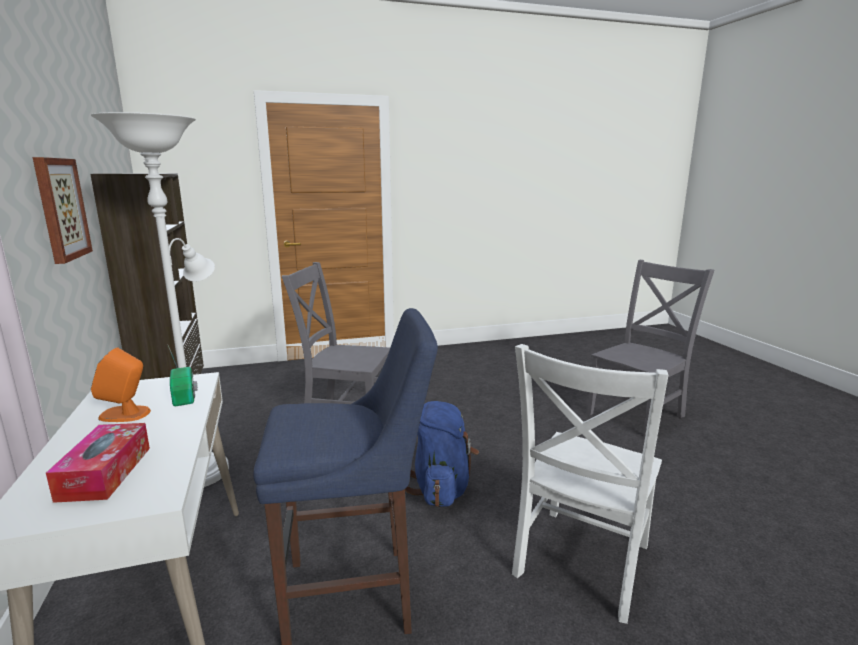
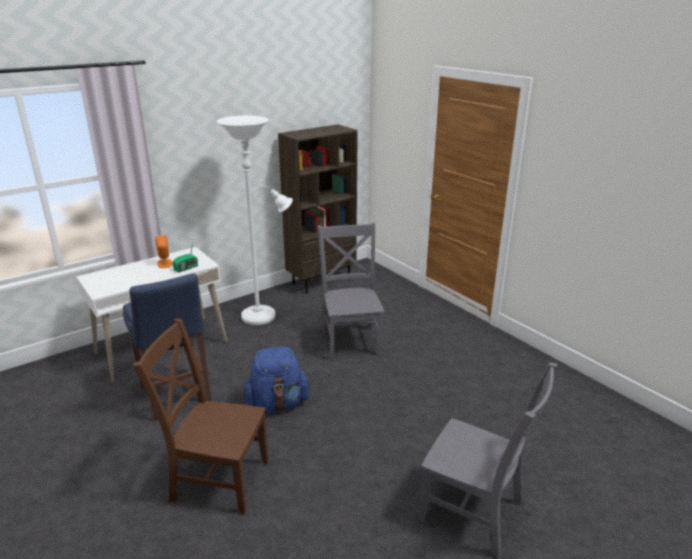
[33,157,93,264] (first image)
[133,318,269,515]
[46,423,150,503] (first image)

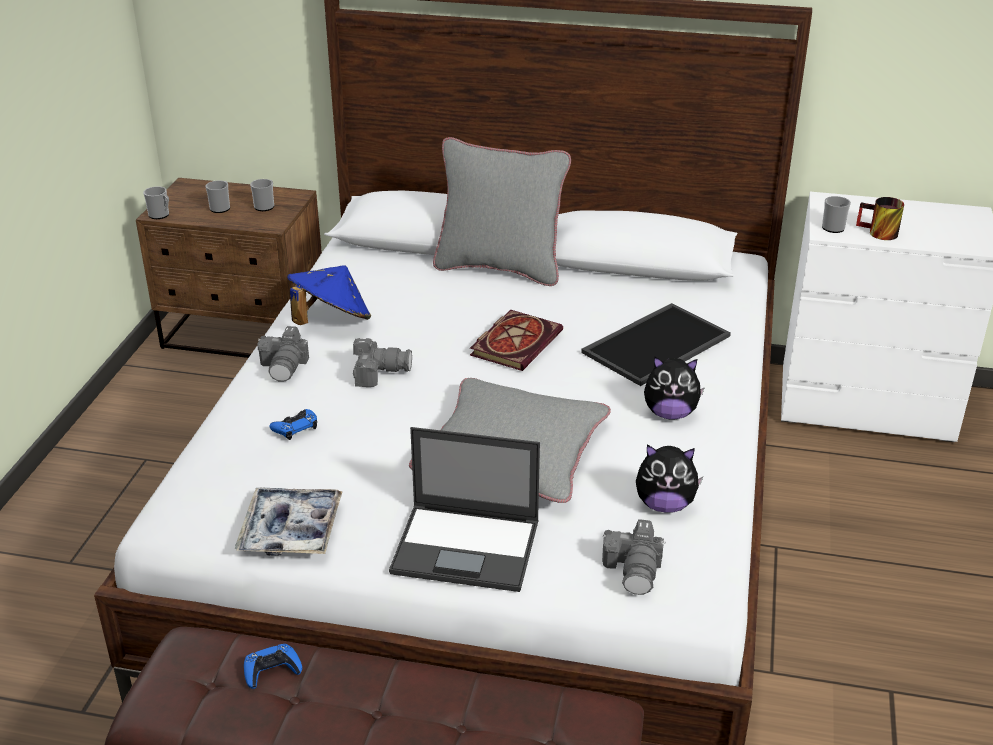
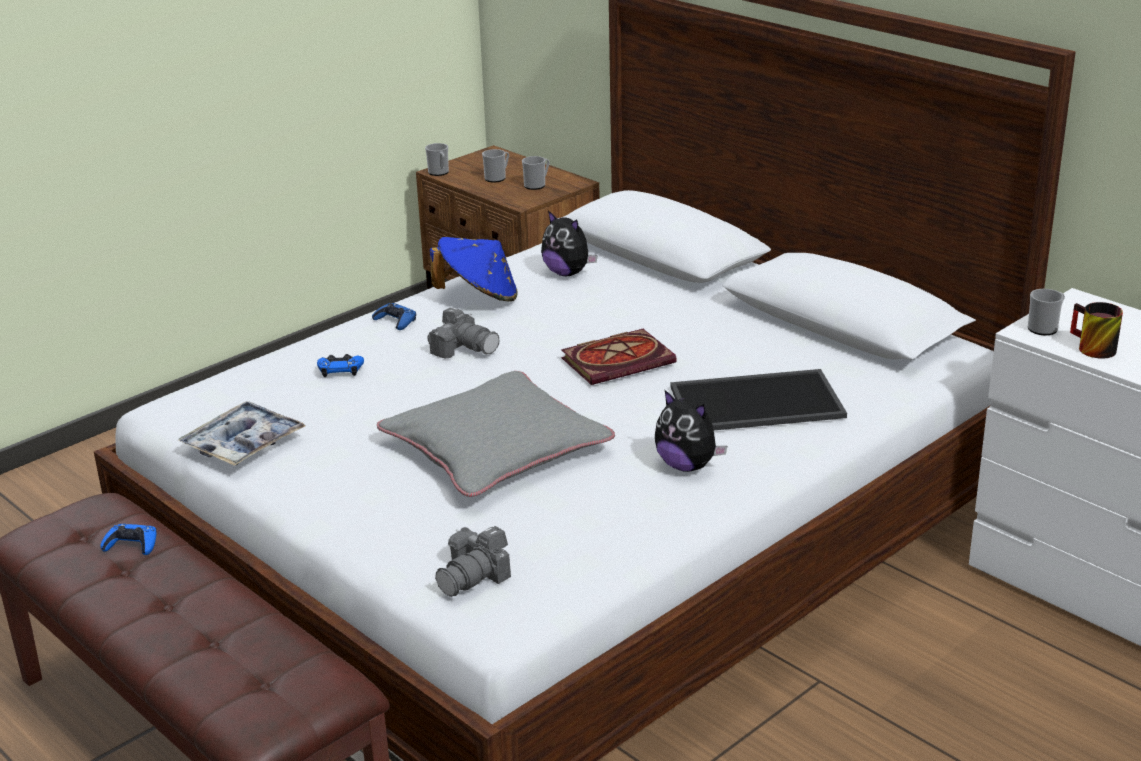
[433,137,571,286] (first image)
[372,303,416,330]
[389,427,540,592] (first image)
[541,210,597,276]

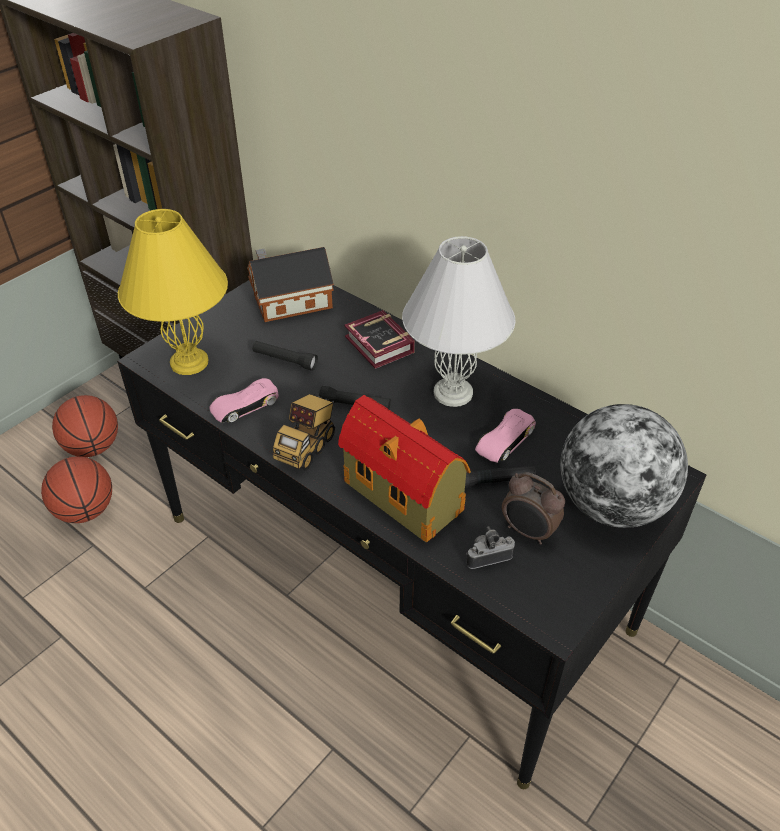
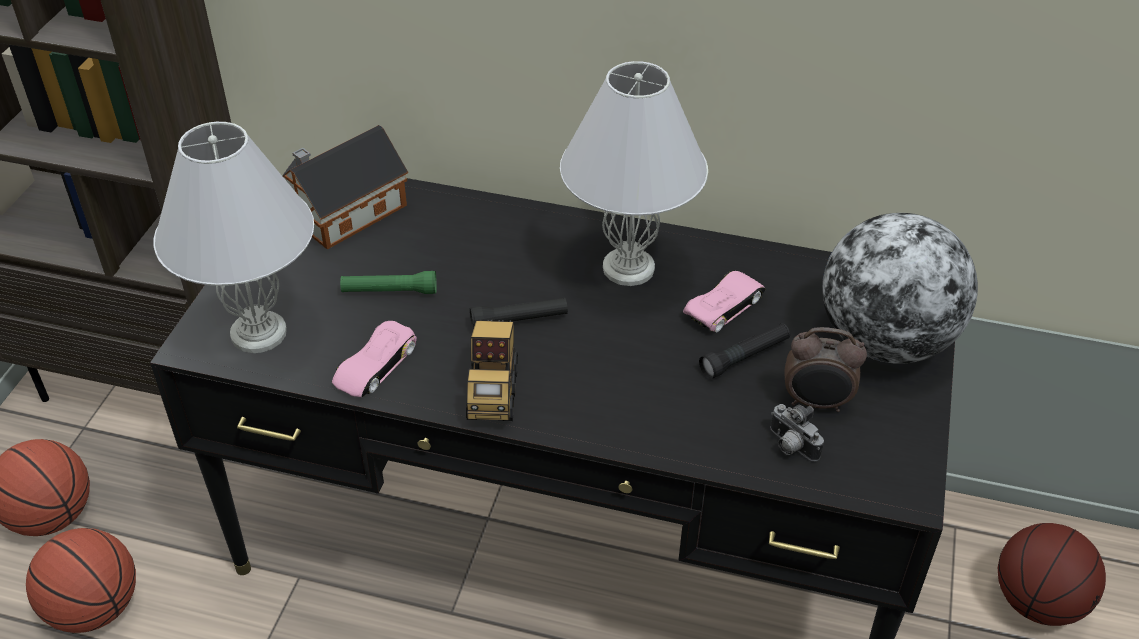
[153,122,314,353]
[344,310,415,369] (first image)
[340,271,437,294]
[338,395,471,543] (first image)
[683,271,766,332]
[770,404,824,461]
[998,523,1106,626]

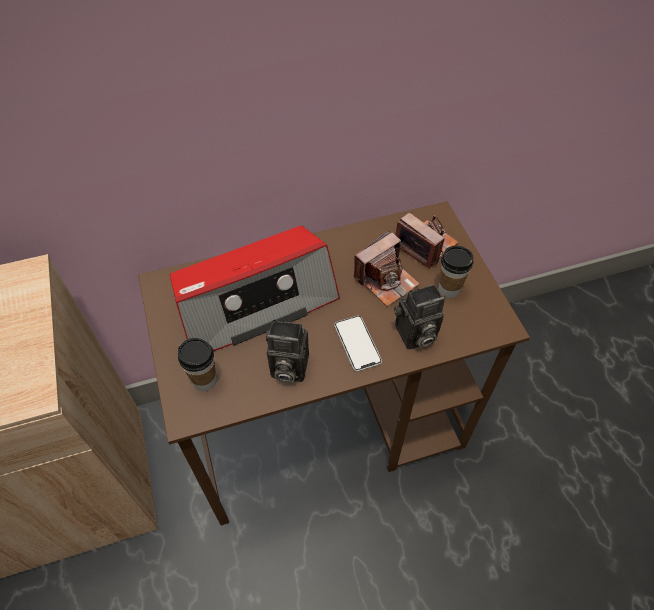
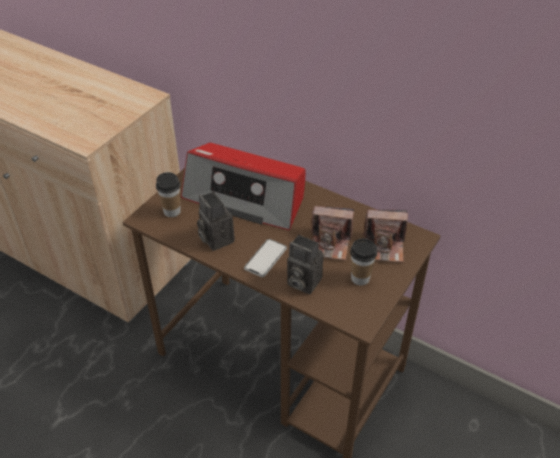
[363,209,408,263]

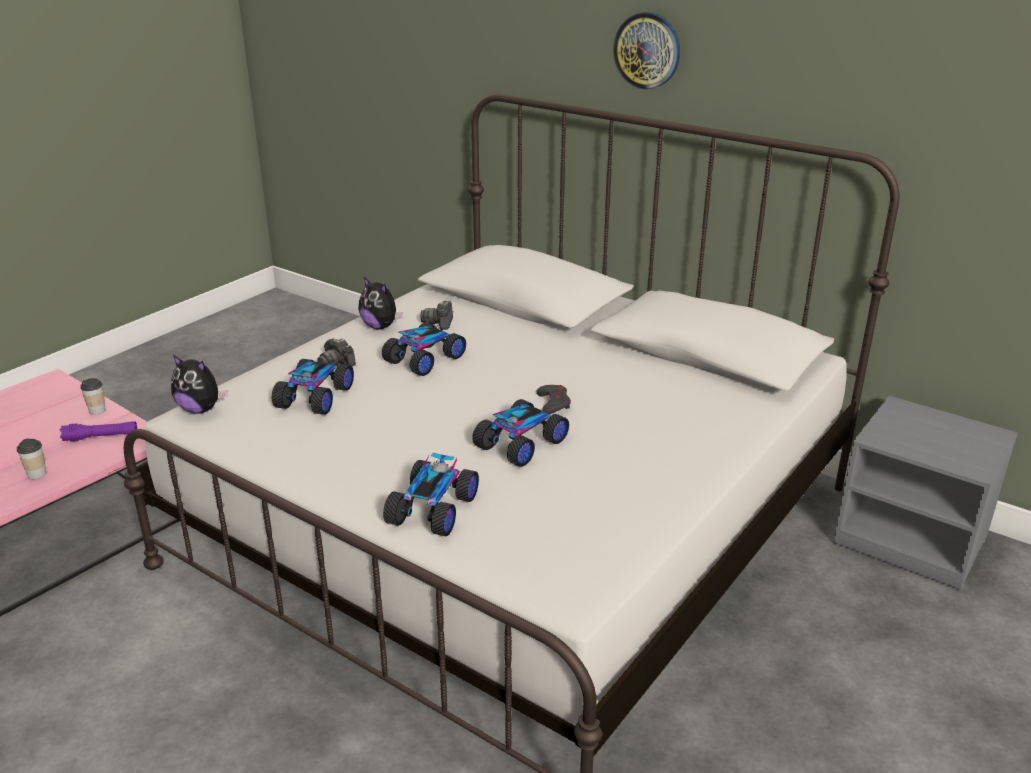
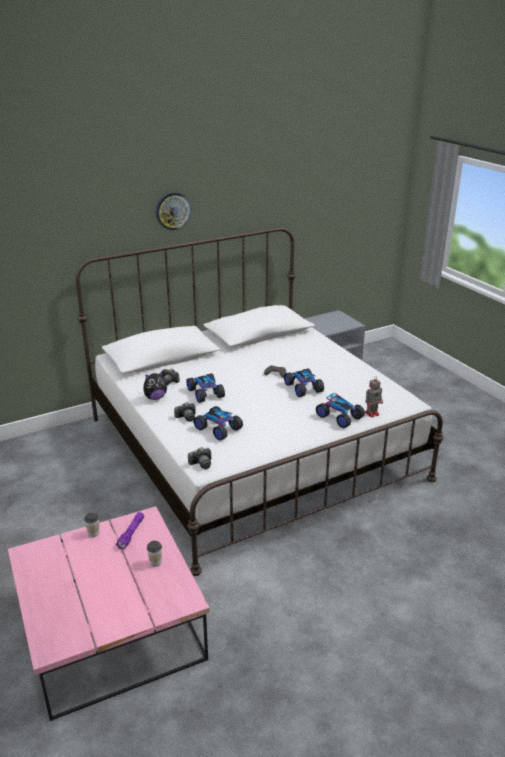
[188,447,211,469]
[365,376,383,418]

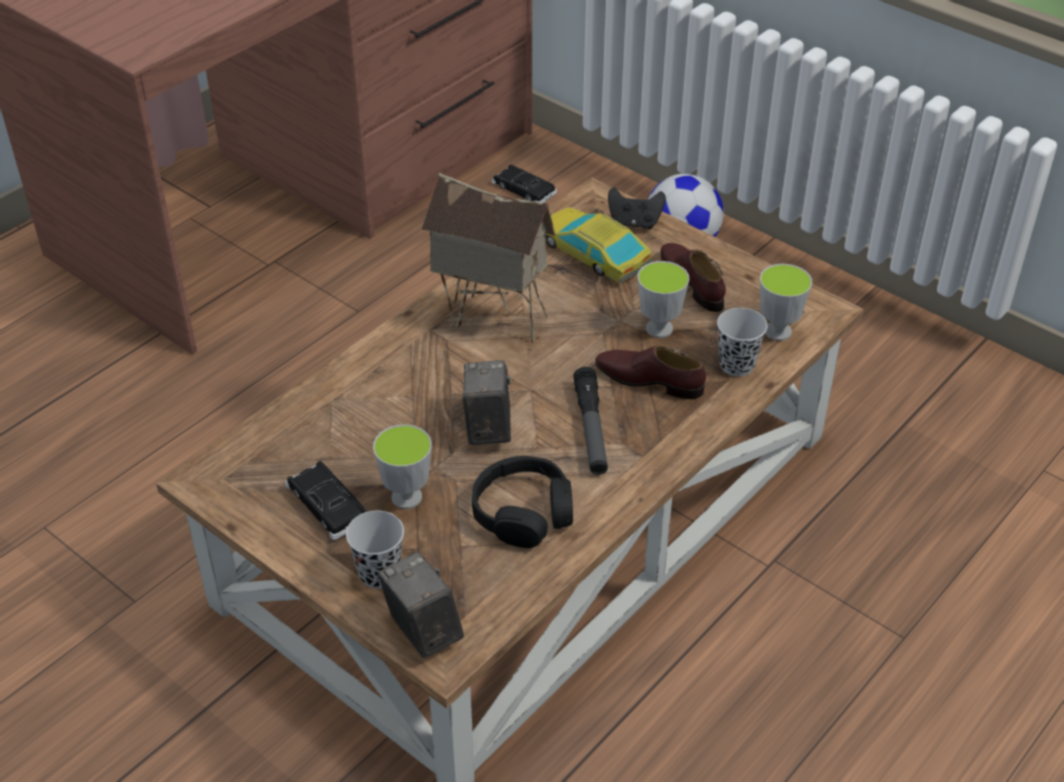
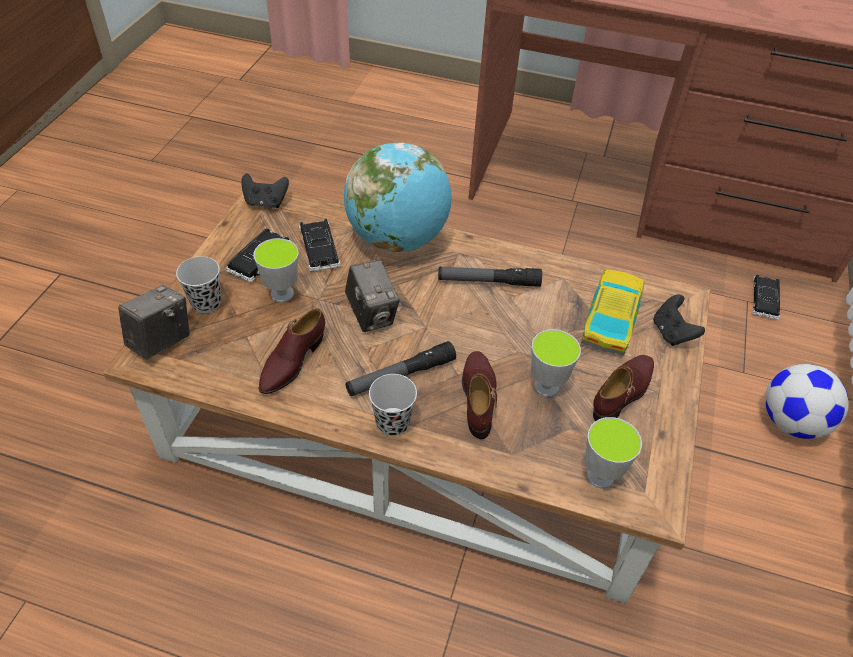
[438,267,542,287]
[369,374,417,436]
[345,259,400,332]
[258,308,325,394]
[344,143,452,252]
[241,173,289,208]
[299,219,341,271]

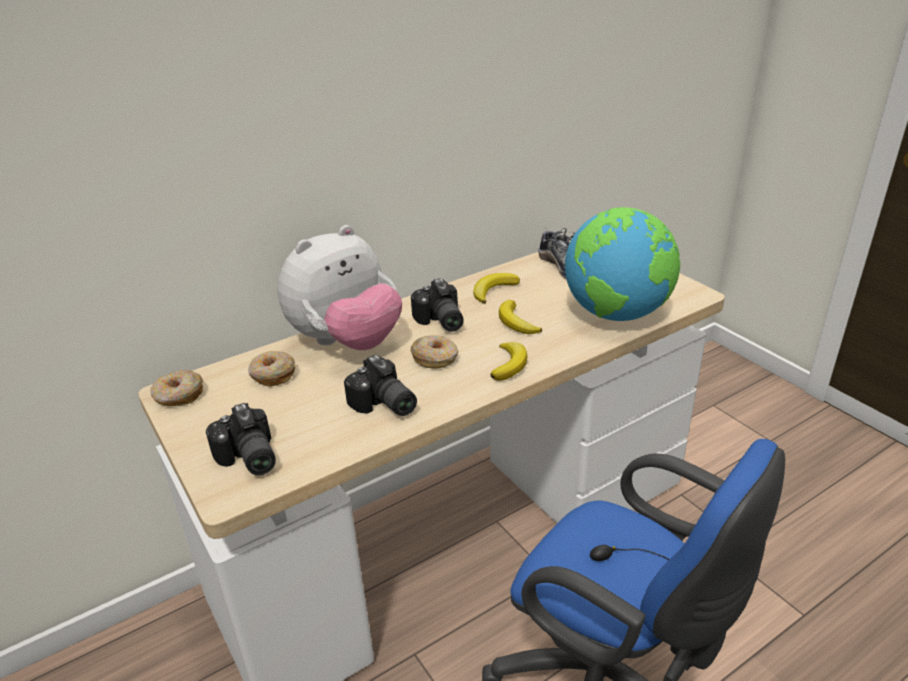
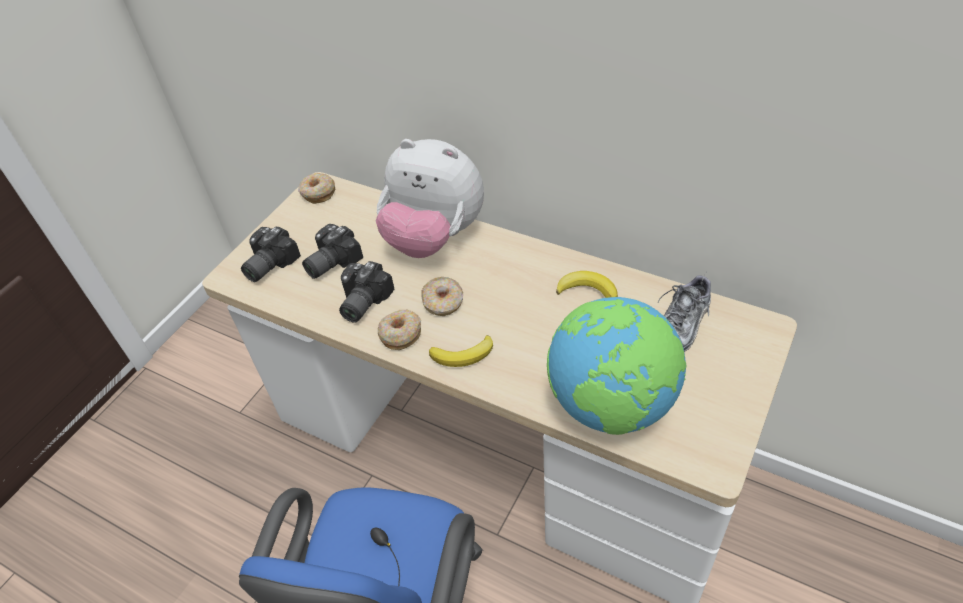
[302,224,363,279]
[499,300,542,334] (first image)
[378,310,421,350]

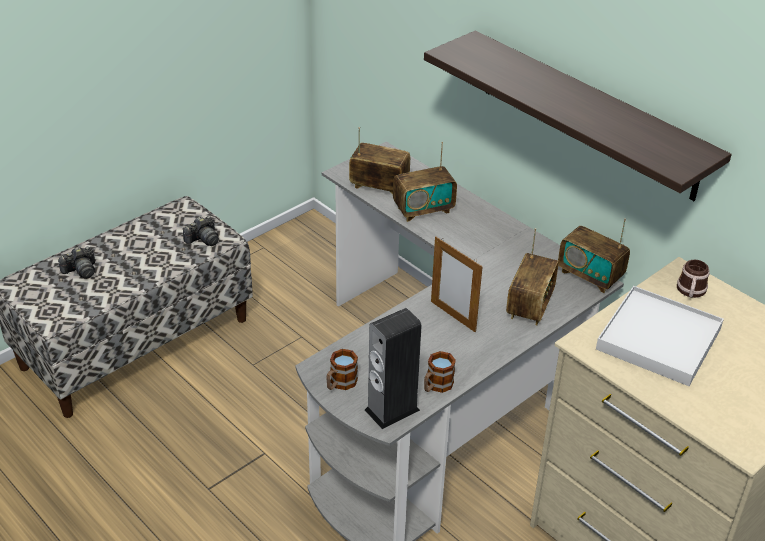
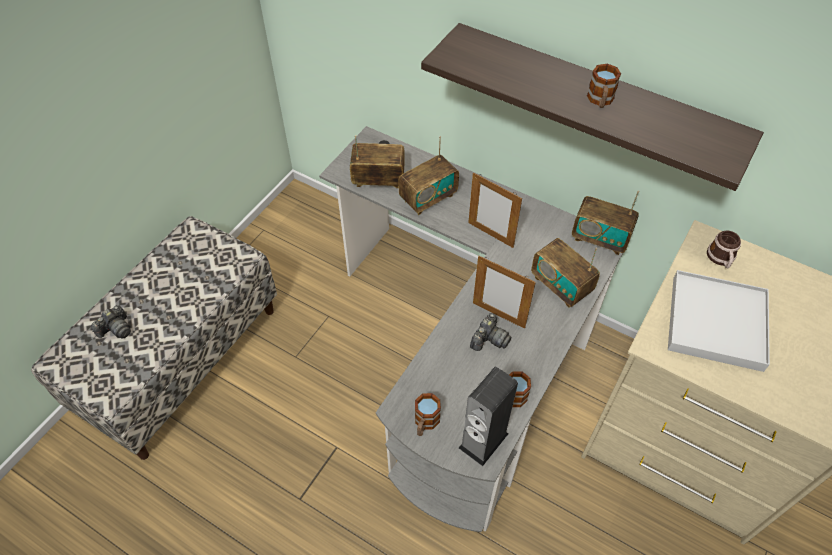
[470,313,512,351]
[531,238,600,307]
[587,64,621,108]
[468,172,522,248]

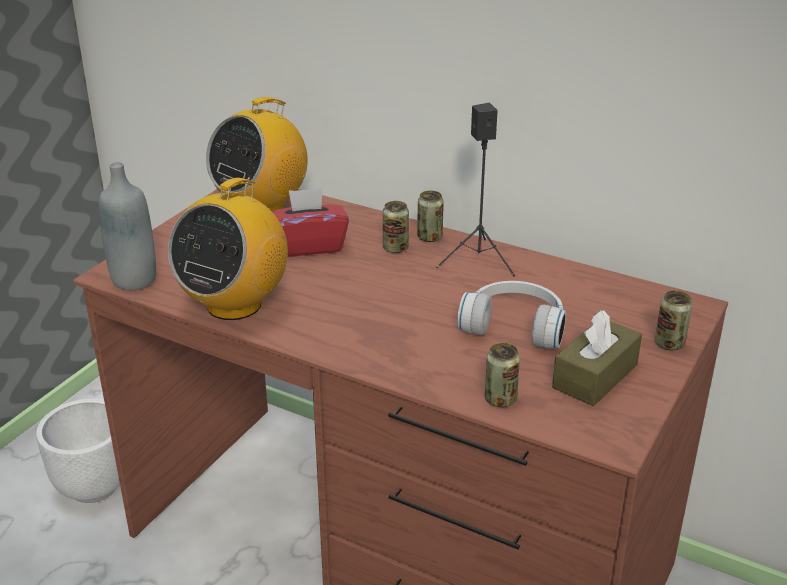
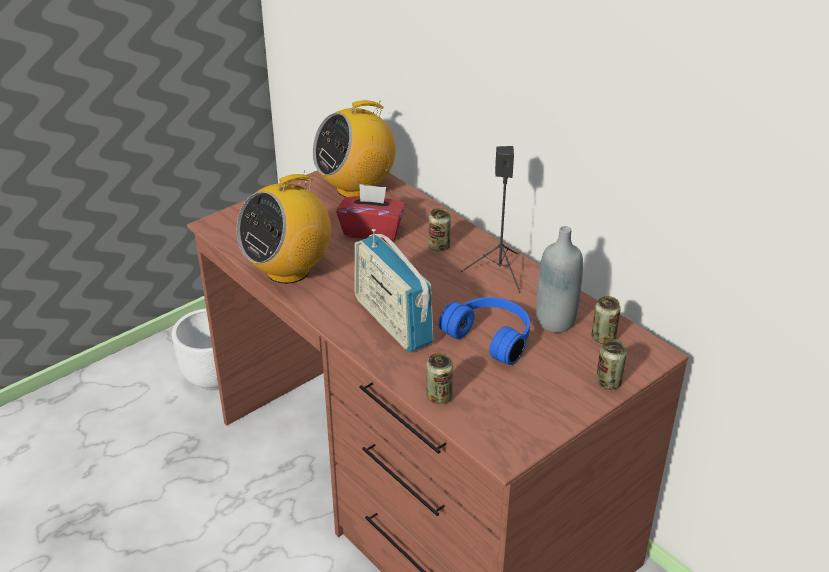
[536,226,583,333]
[592,296,621,344]
[439,297,530,365]
[552,310,642,406] (first image)
[354,229,434,352]

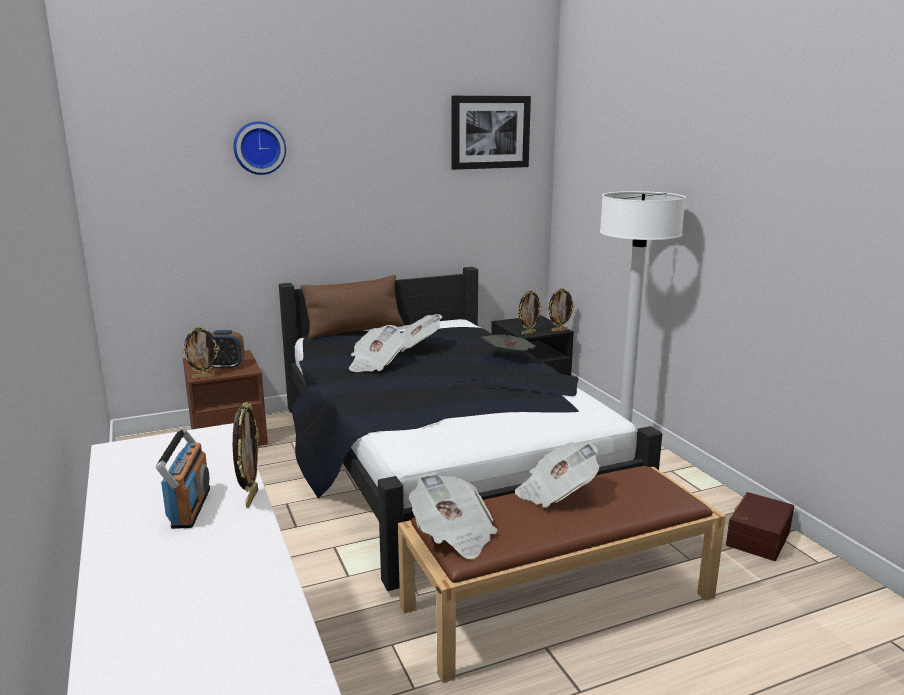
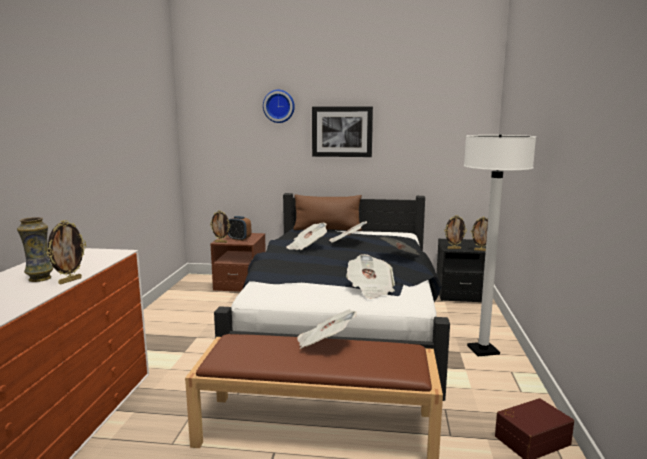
[312,106,373,157]
[17,217,53,282]
[346,254,395,299]

